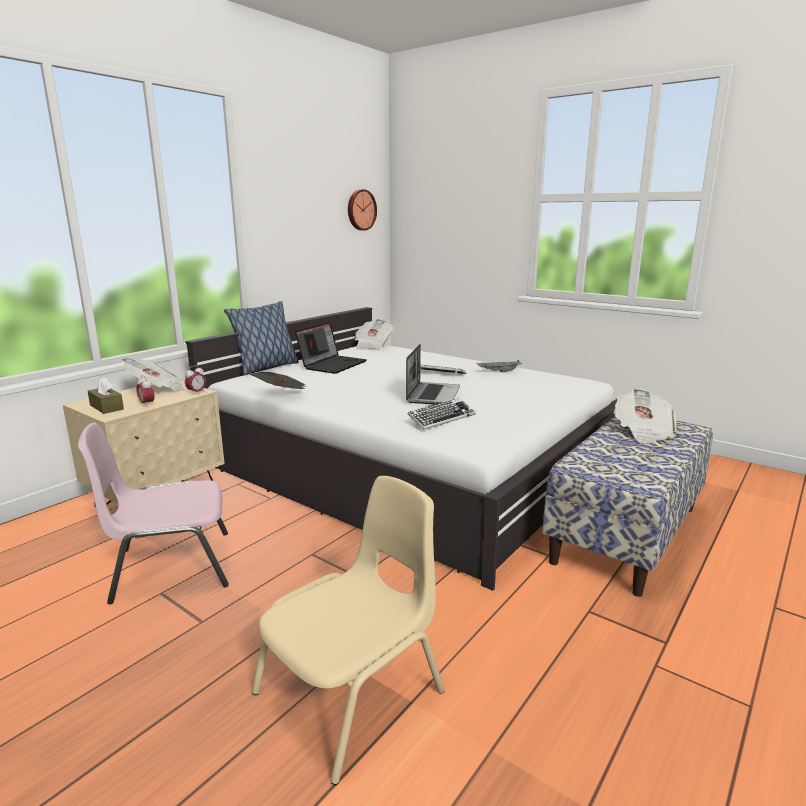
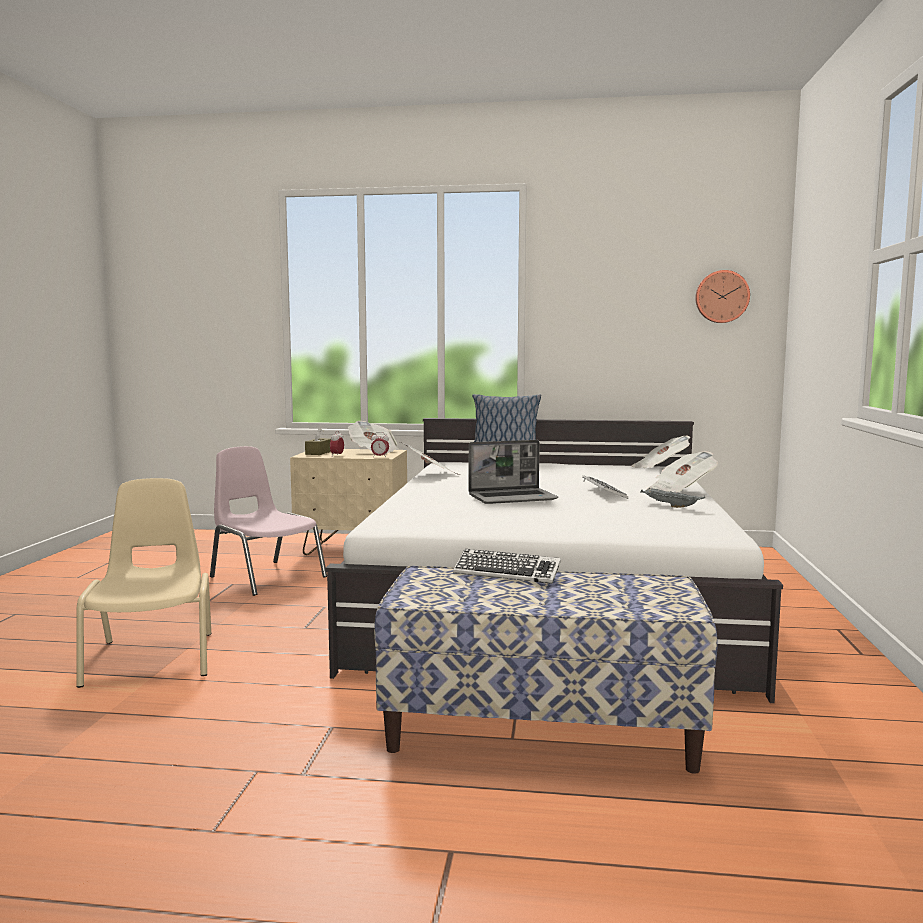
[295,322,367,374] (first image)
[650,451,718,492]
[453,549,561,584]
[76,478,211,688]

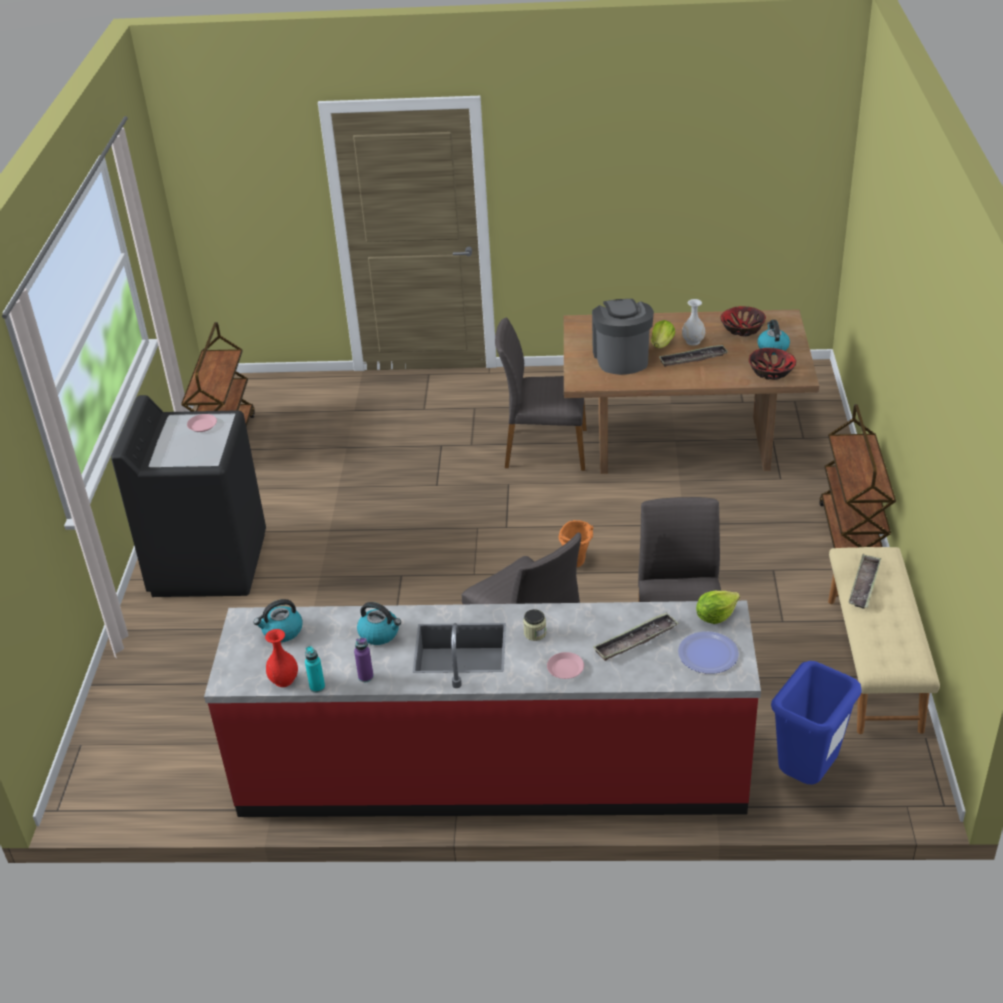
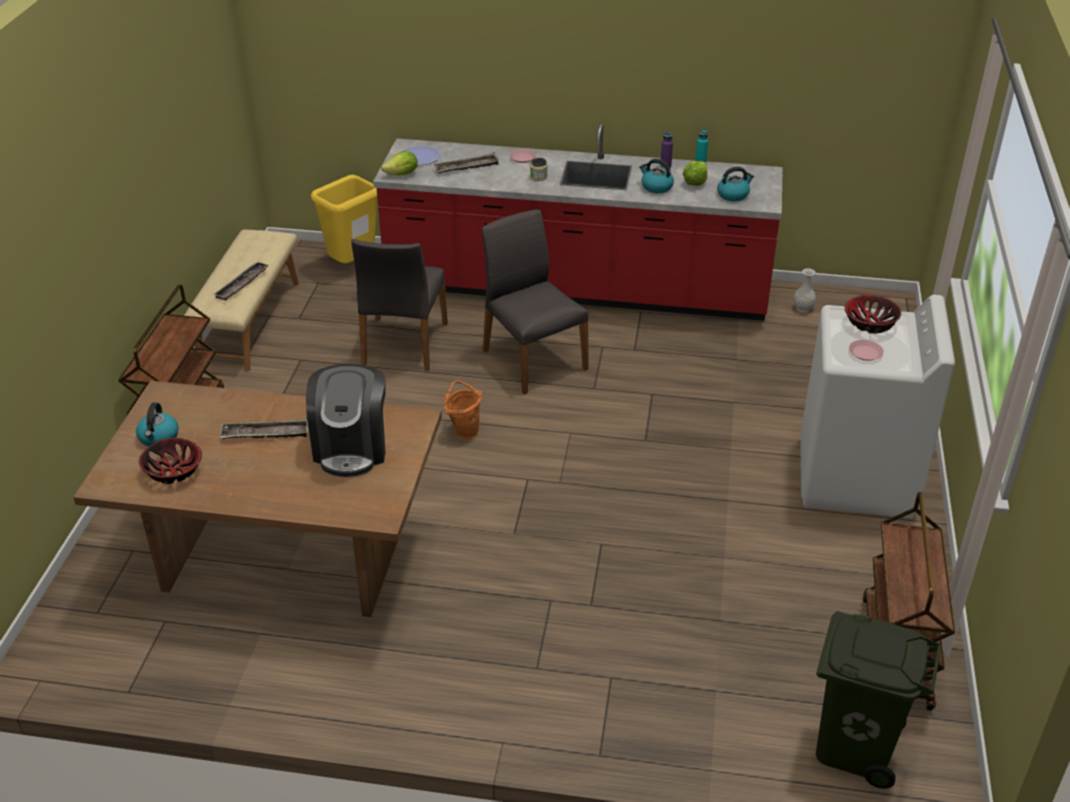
[793,268,816,312]
[495,317,587,471] (first image)
[683,161,707,186]
[845,295,901,334]
[801,295,955,518]
[265,629,298,687] (first image)
[311,175,377,263]
[816,611,942,789]

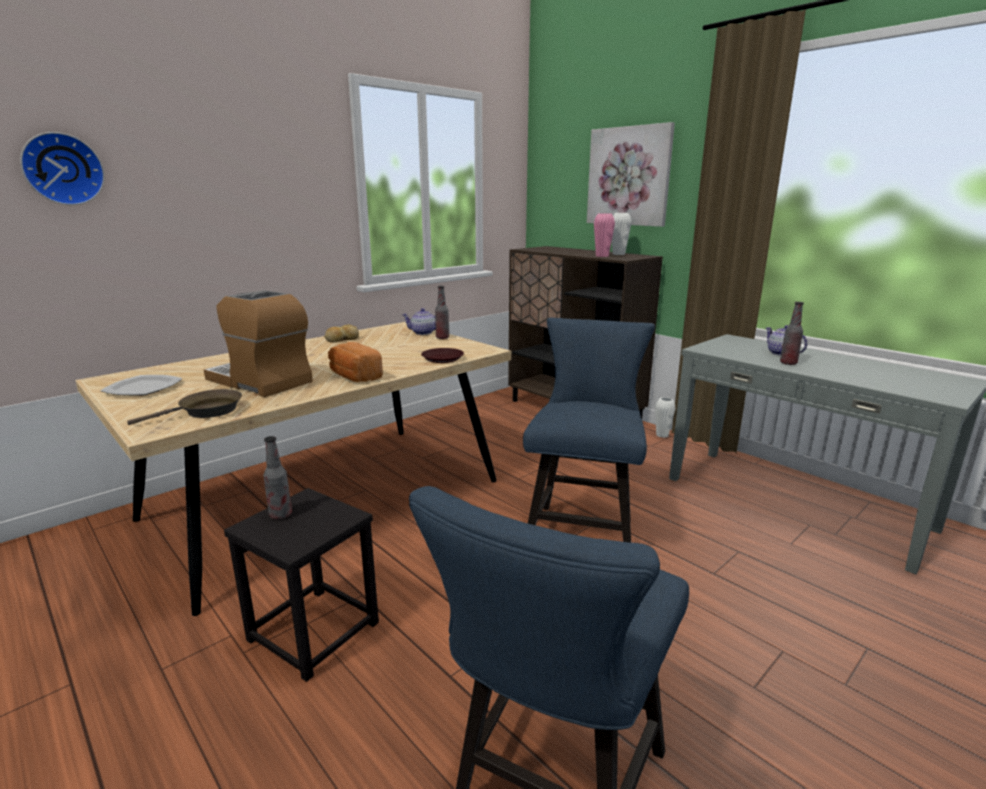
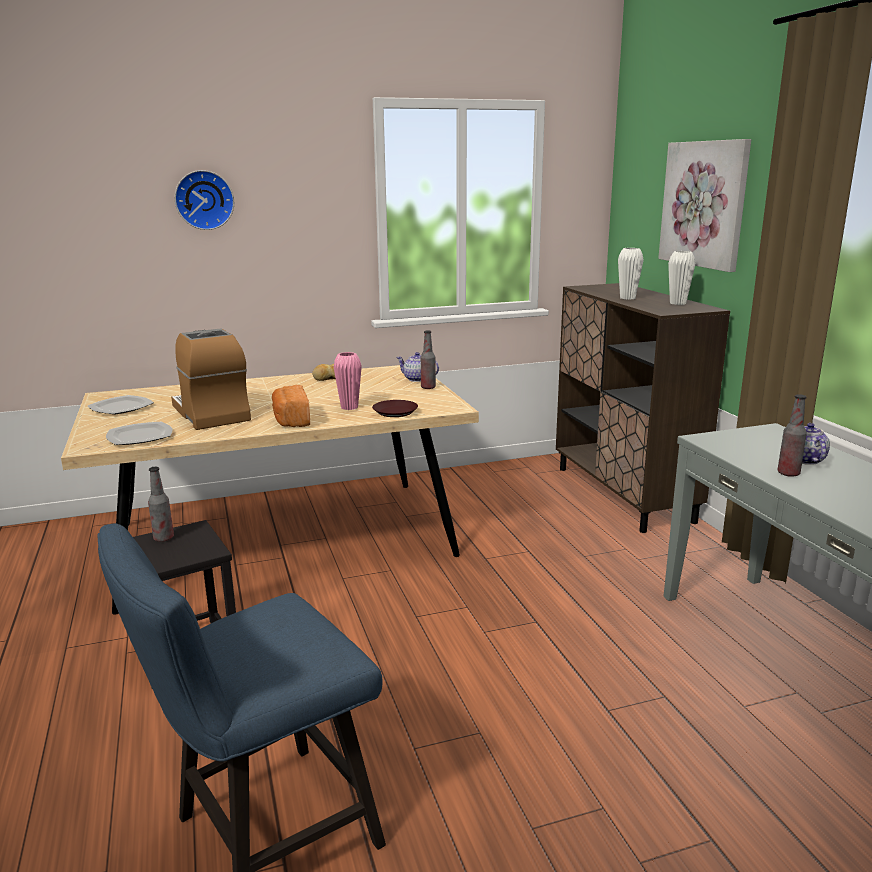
[175,170,234,230]
[334,352,362,410]
[523,318,655,542] (first image)
[106,422,173,445]
[618,248,644,300]

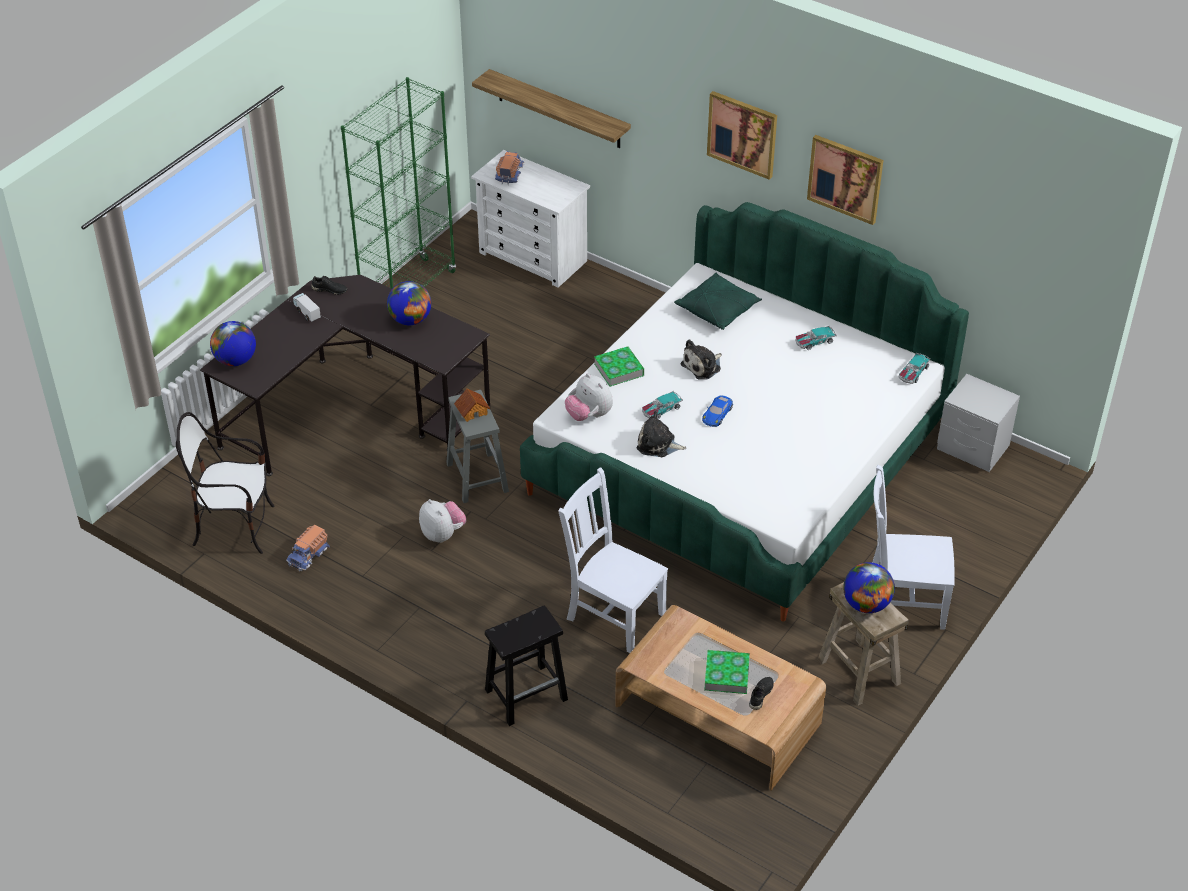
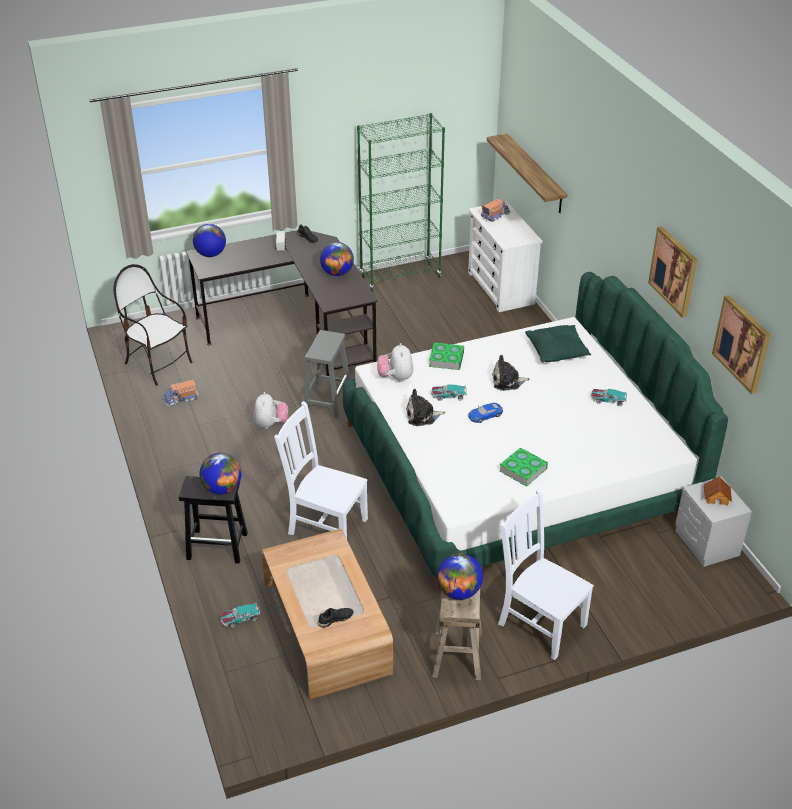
[712,295,771,394]
[220,603,260,628]
[704,476,732,506]
[406,389,445,426]
[274,401,368,539]
[499,448,548,487]
[199,453,242,495]

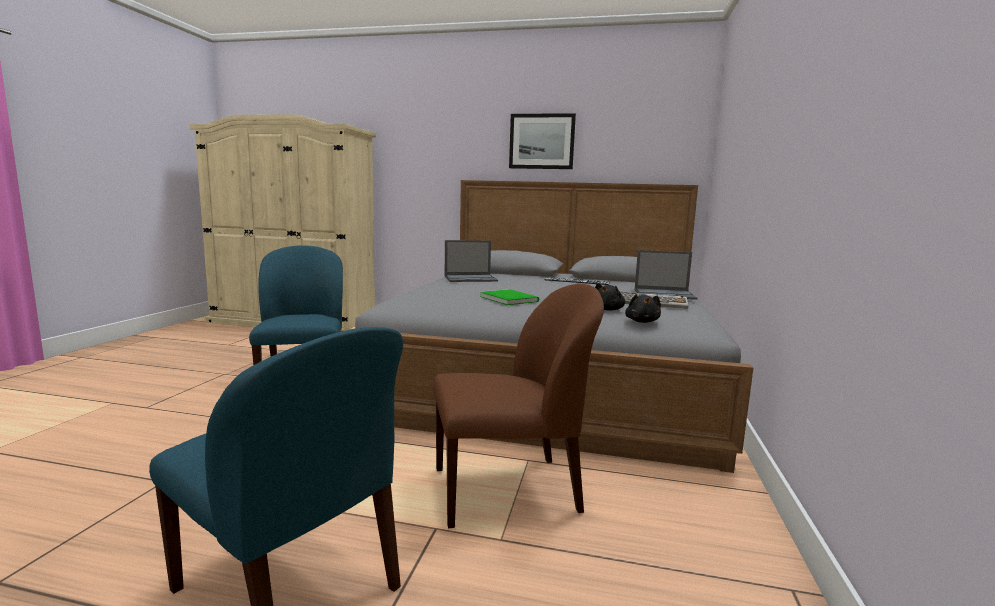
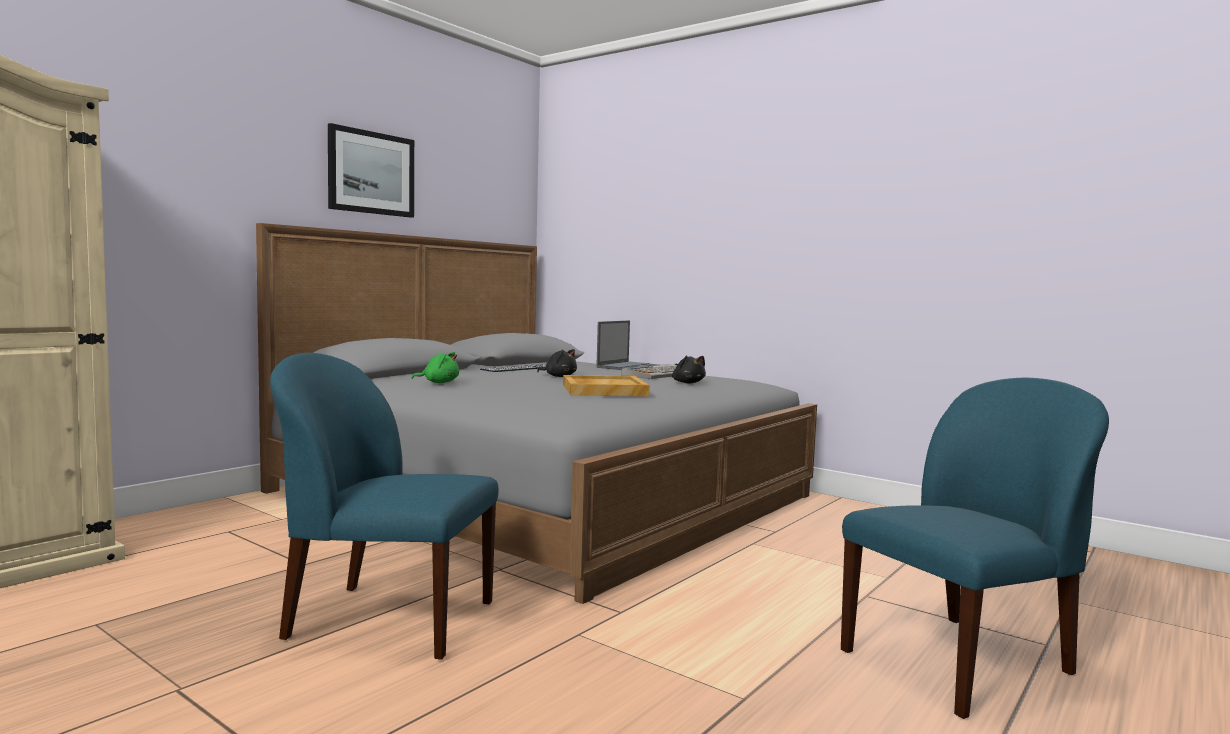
[412,352,459,383]
[433,284,604,528] (first image)
[563,375,650,396]
[537,349,577,377]

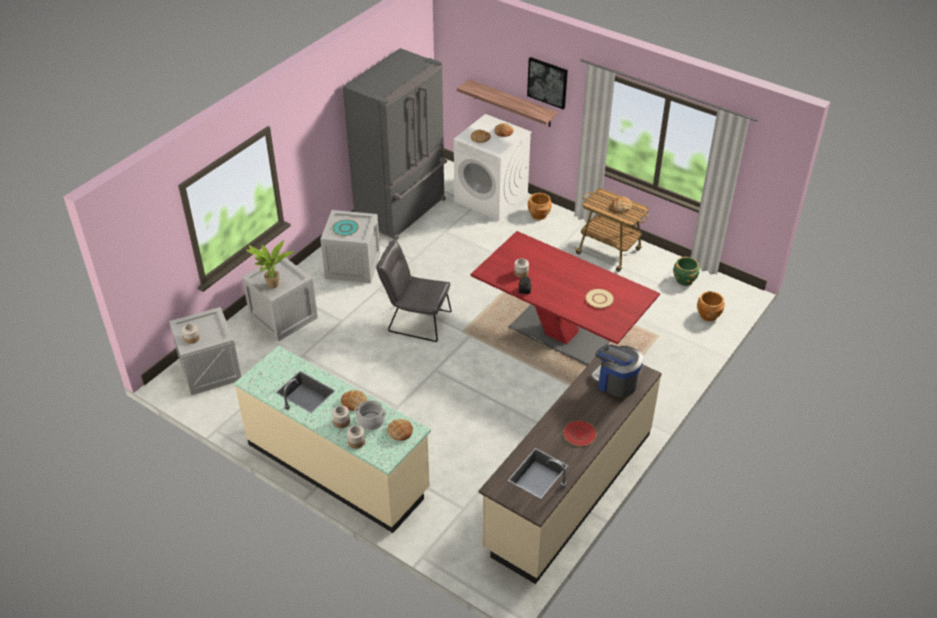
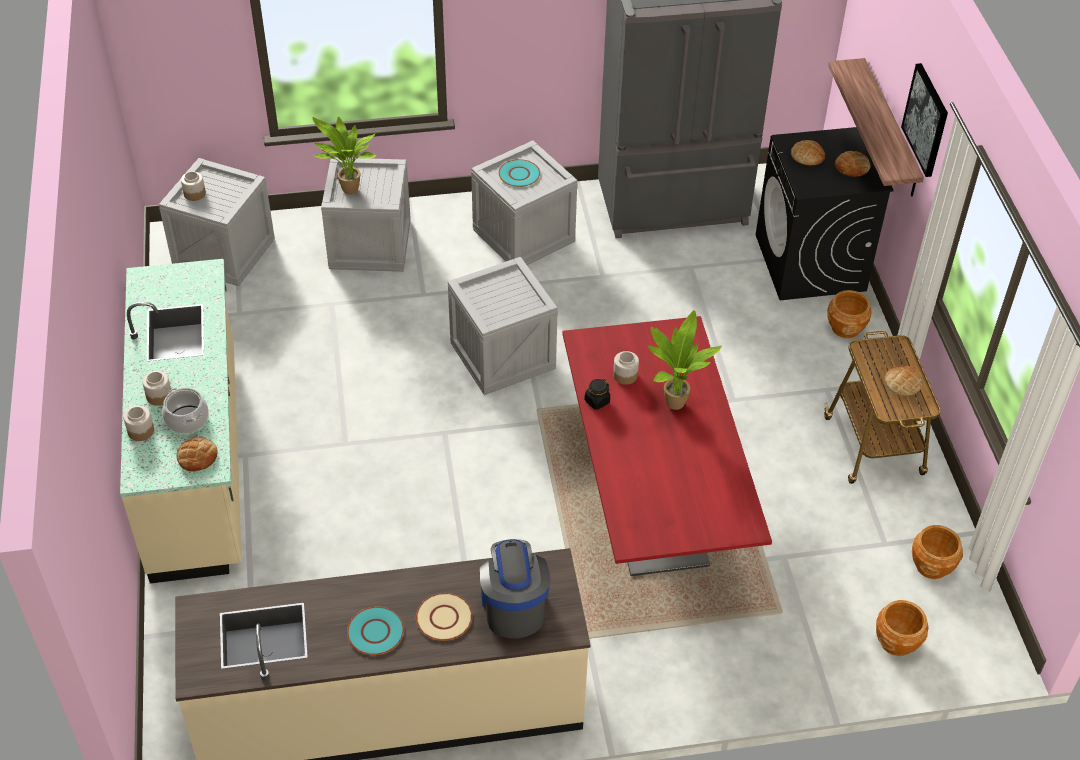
[756,127,894,300]
[448,257,558,395]
[912,525,963,579]
[416,593,473,641]
[341,390,367,411] (first image)
[347,607,404,655]
[648,310,722,410]

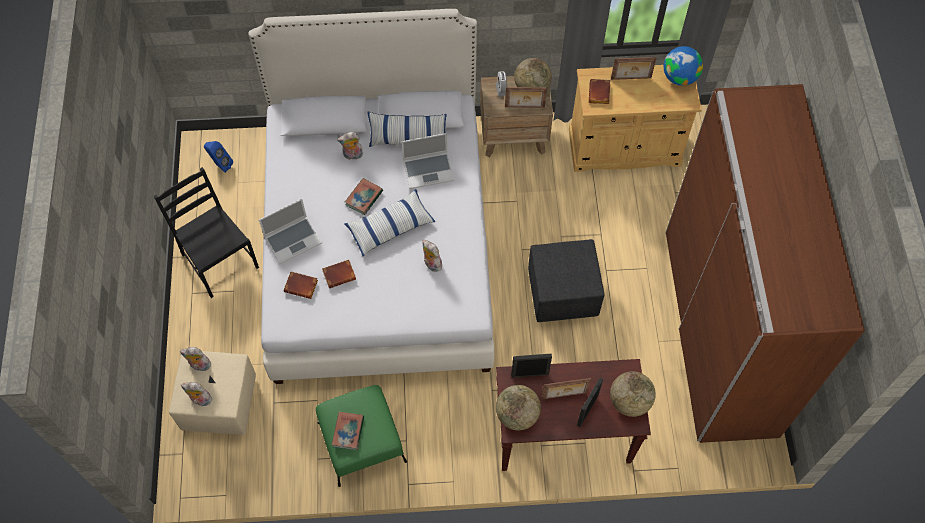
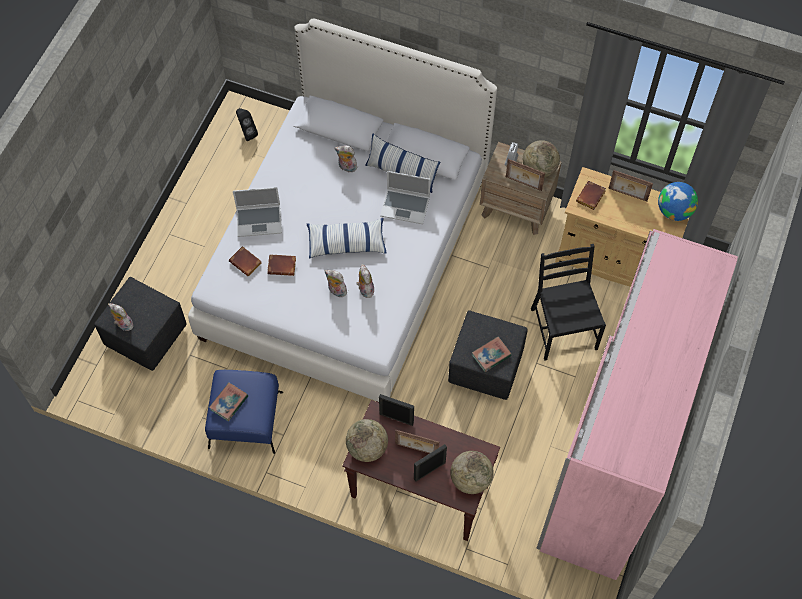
[536,229,738,580]
[236,108,258,141]
[531,244,606,361]
[472,337,512,372]
[325,270,347,297]
[94,277,186,371]
[205,370,283,454]

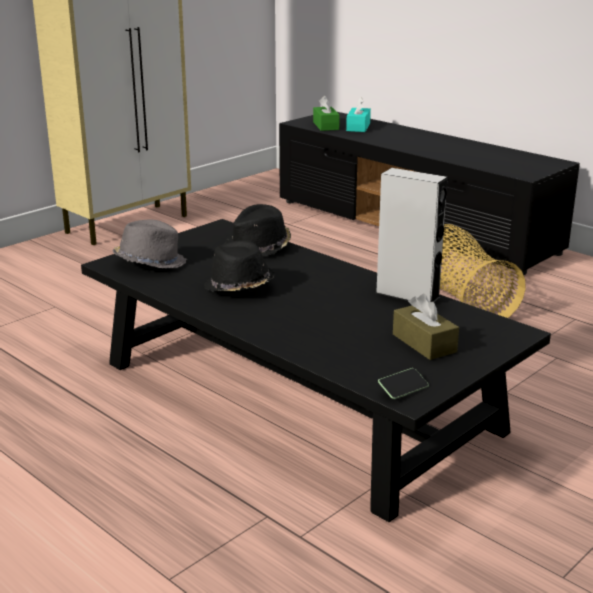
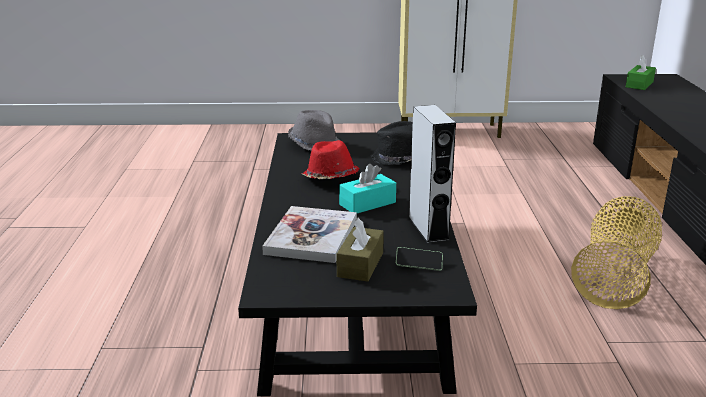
[339,164,396,213]
[301,140,360,179]
[396,247,443,271]
[262,206,357,263]

